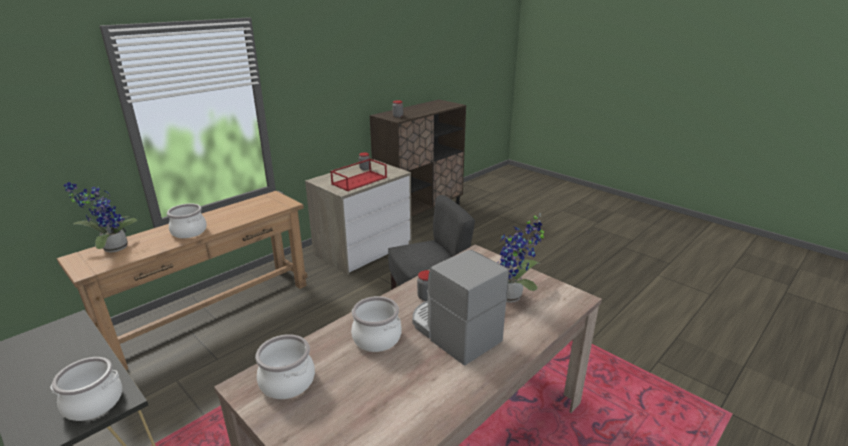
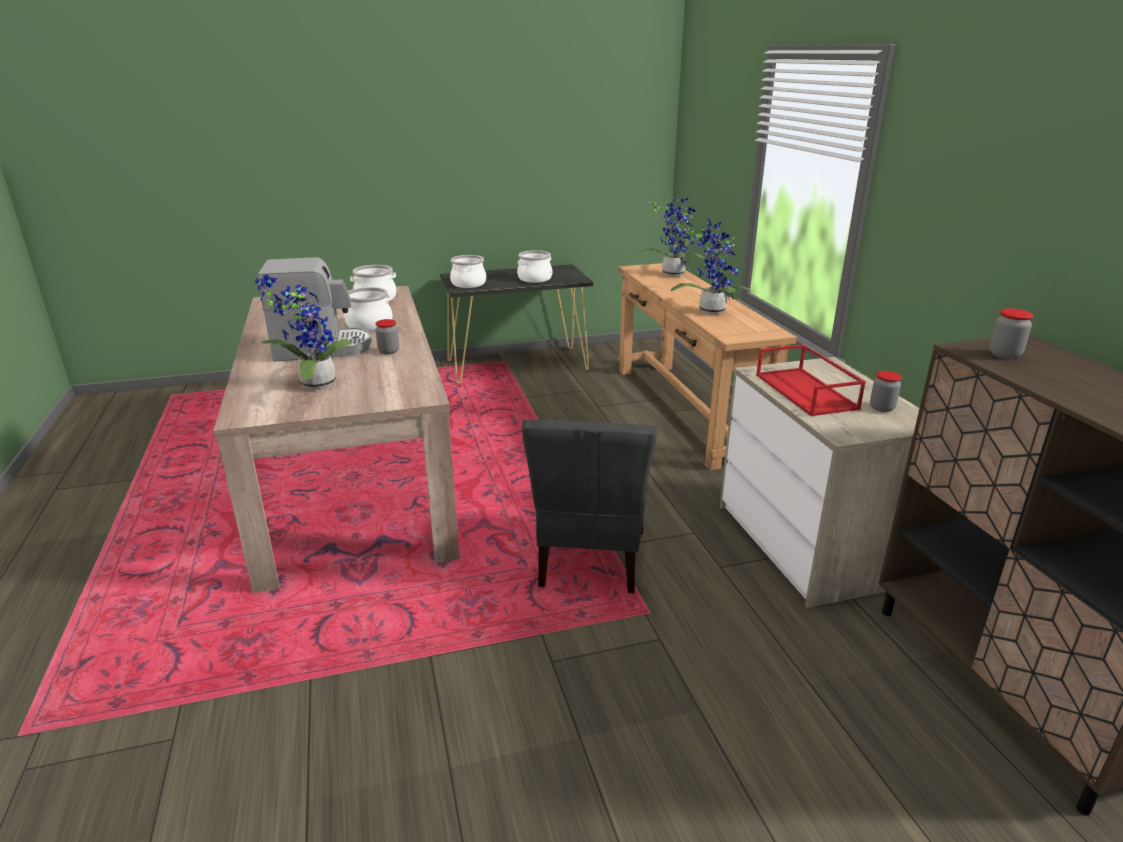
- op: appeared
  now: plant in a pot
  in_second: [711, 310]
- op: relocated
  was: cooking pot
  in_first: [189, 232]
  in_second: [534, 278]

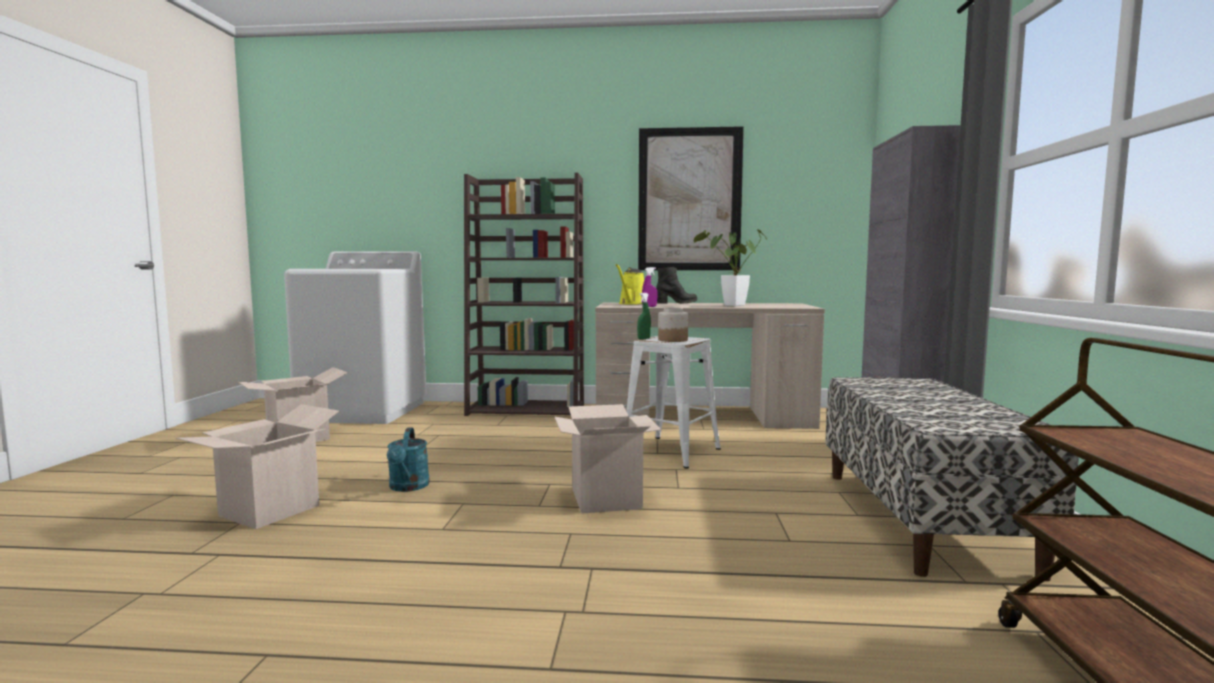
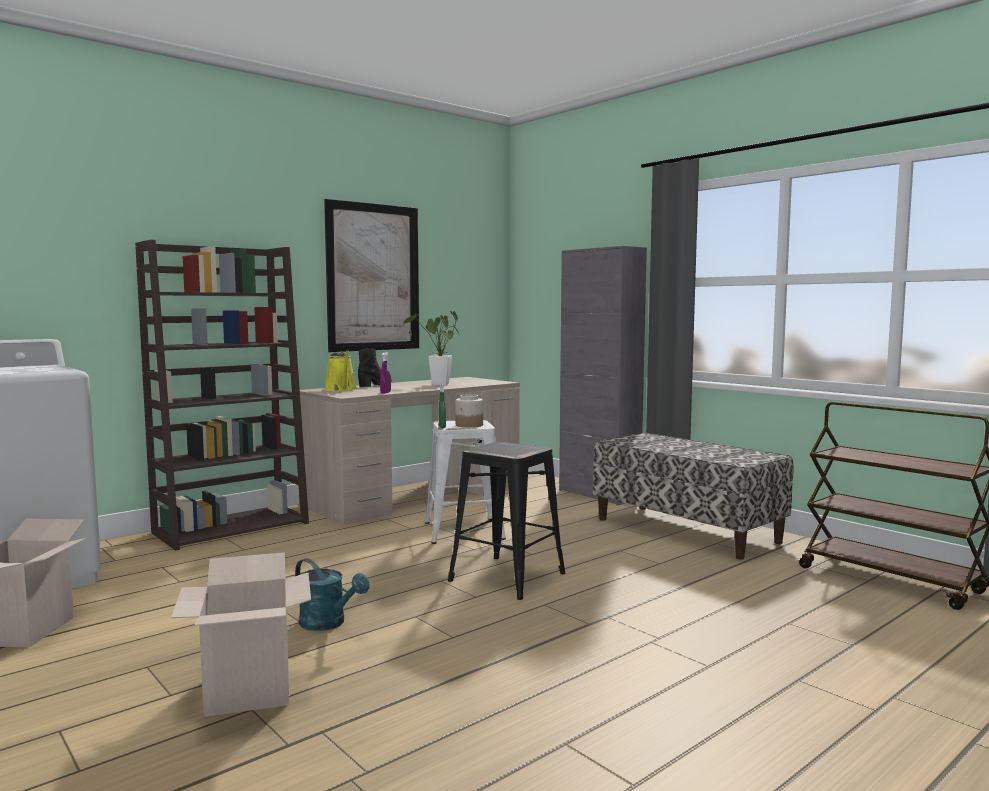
- op: exchanged
  was: cardboard box
  now: blackish sitting stool
  in_first: [606, 499]
  in_second: [508, 576]

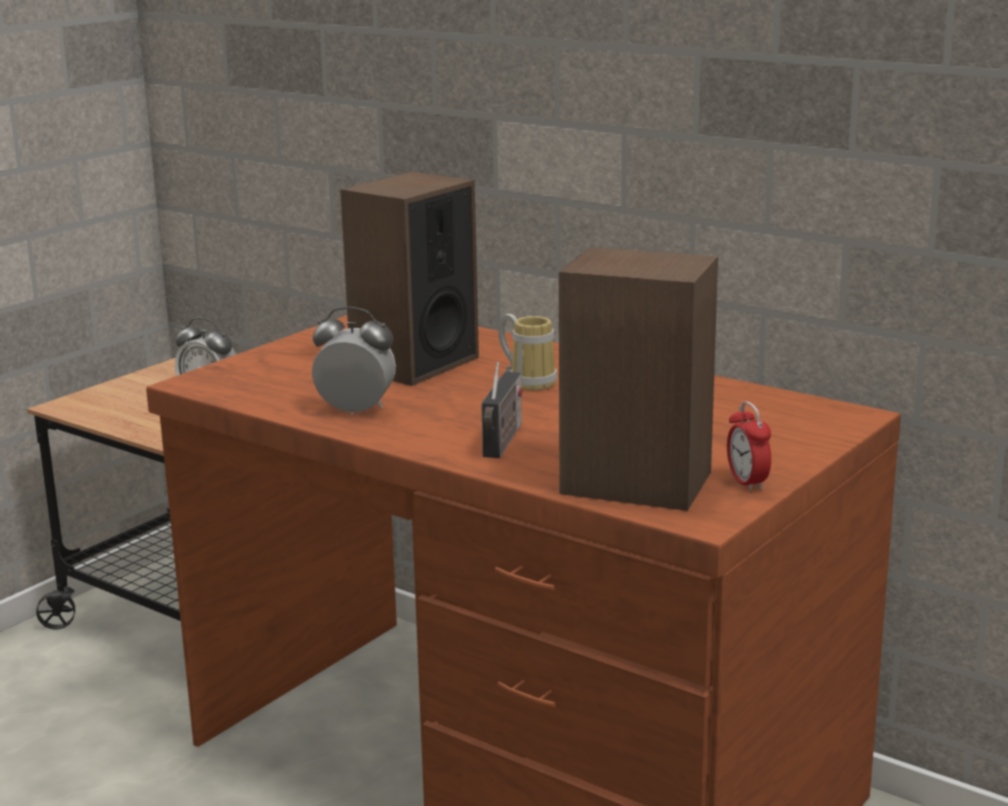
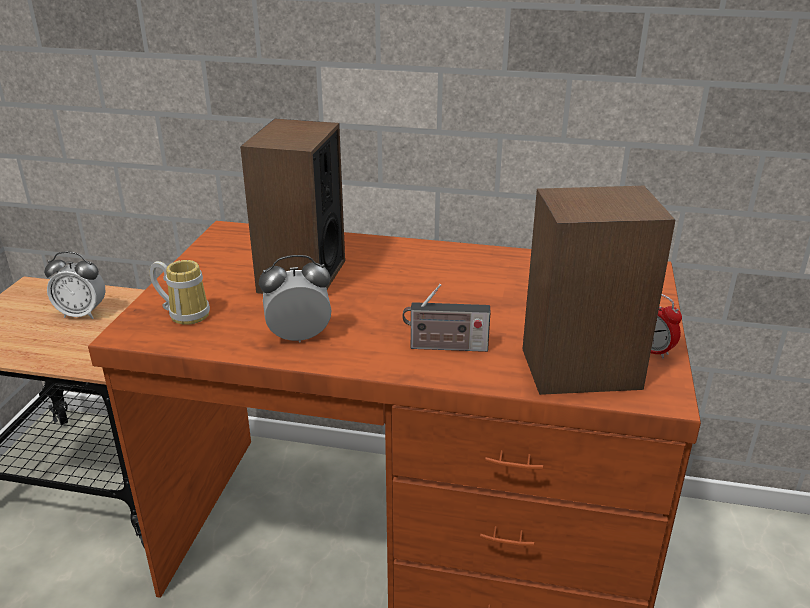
- op: relocated
  was: coffee mug
  in_first: [529, 381]
  in_second: [186, 313]
- op: spun
  was: radio
  in_first: [502, 442]
  in_second: [445, 347]
  clockwise: 105

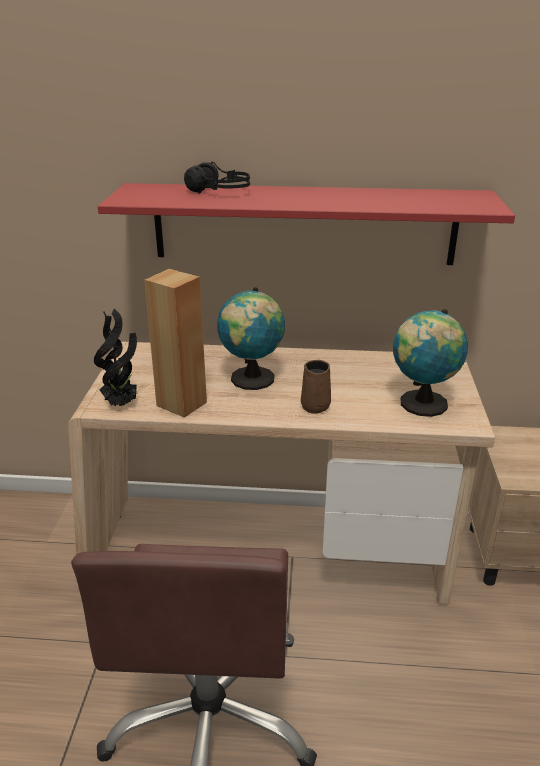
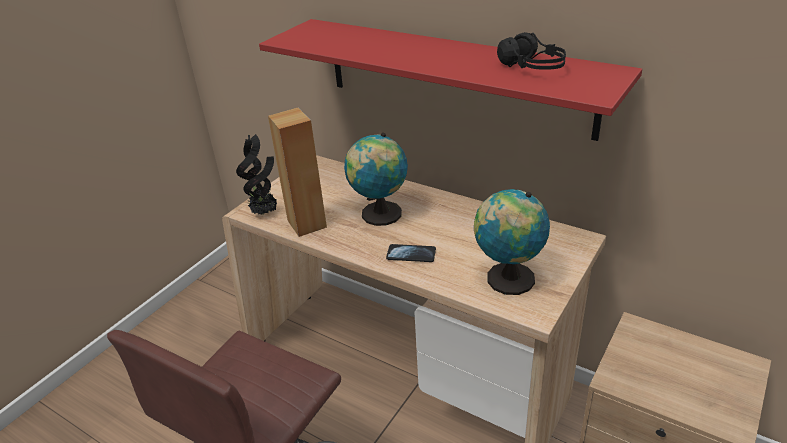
- op: relocated
  was: blackish headset
  in_first: [219, 192]
  in_second: [532, 67]
- op: exchanged
  was: brownish coffee mug
  now: telephone
  in_first: [316, 406]
  in_second: [411, 254]

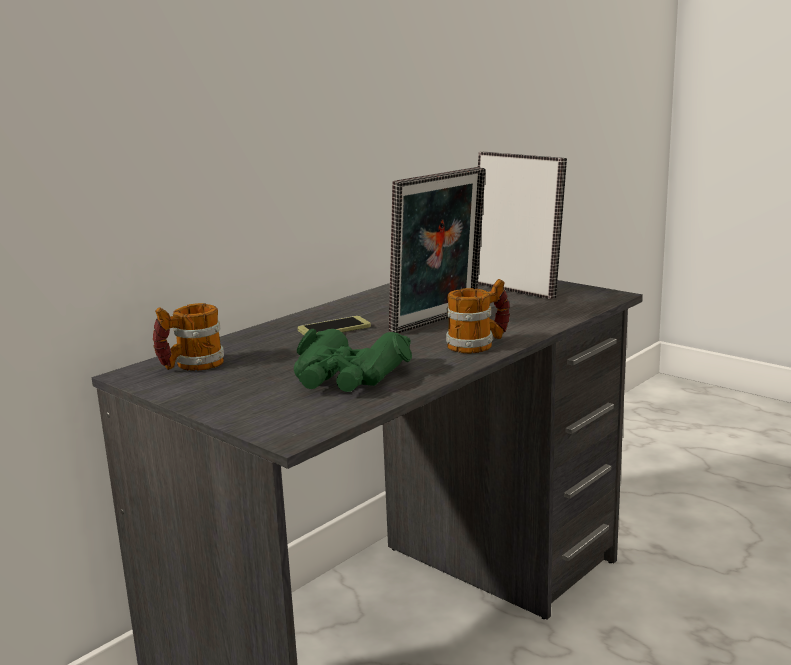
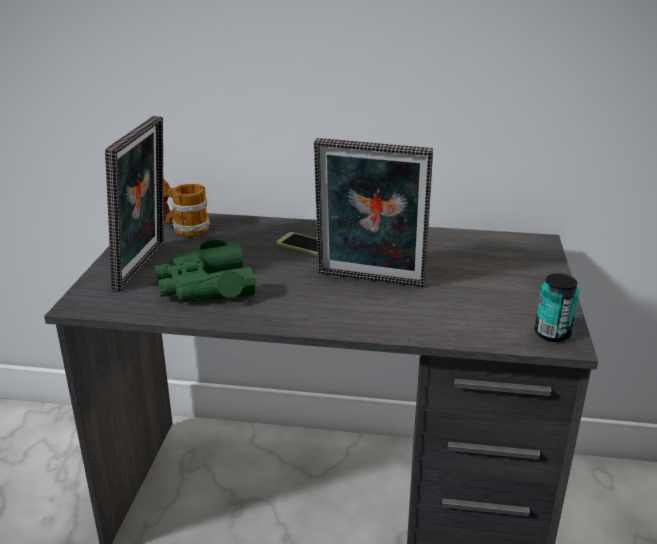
- op: missing
  was: coffee mug
  in_first: [478, 344]
- op: appeared
  now: can
  in_second: [552, 334]
- op: relocated
  was: photo frame
  in_first: [516, 289]
  in_second: [146, 266]

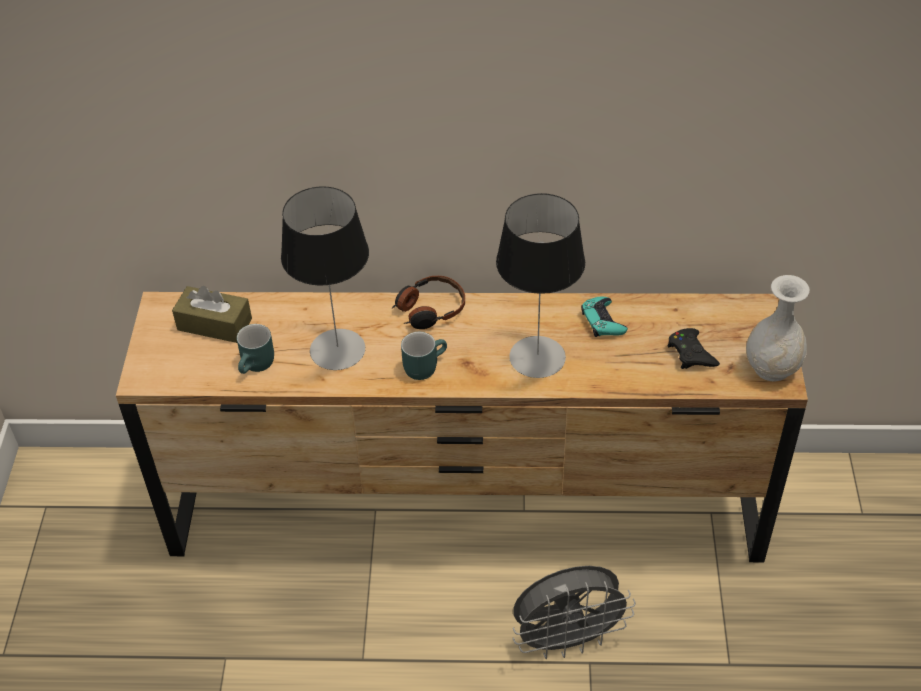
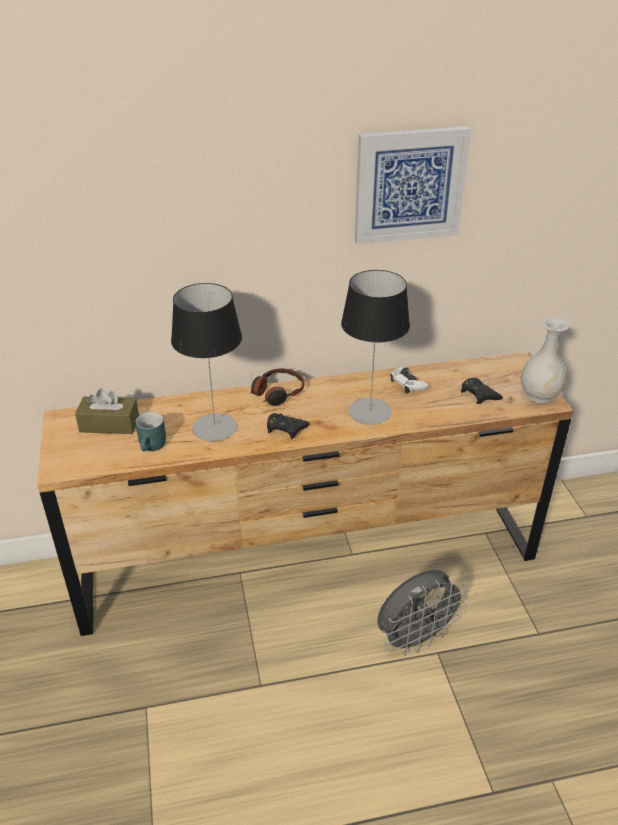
- op: appeared
  now: wall art
  in_second: [409, 185]
- op: exchanged
  was: turquoise coffee mug
  now: blackish gamepad
  in_first: [423, 365]
  in_second: [286, 428]
- op: colour
  was: turquoise gamepad
  now: white gamepad
  in_first: [603, 321]
  in_second: [408, 383]

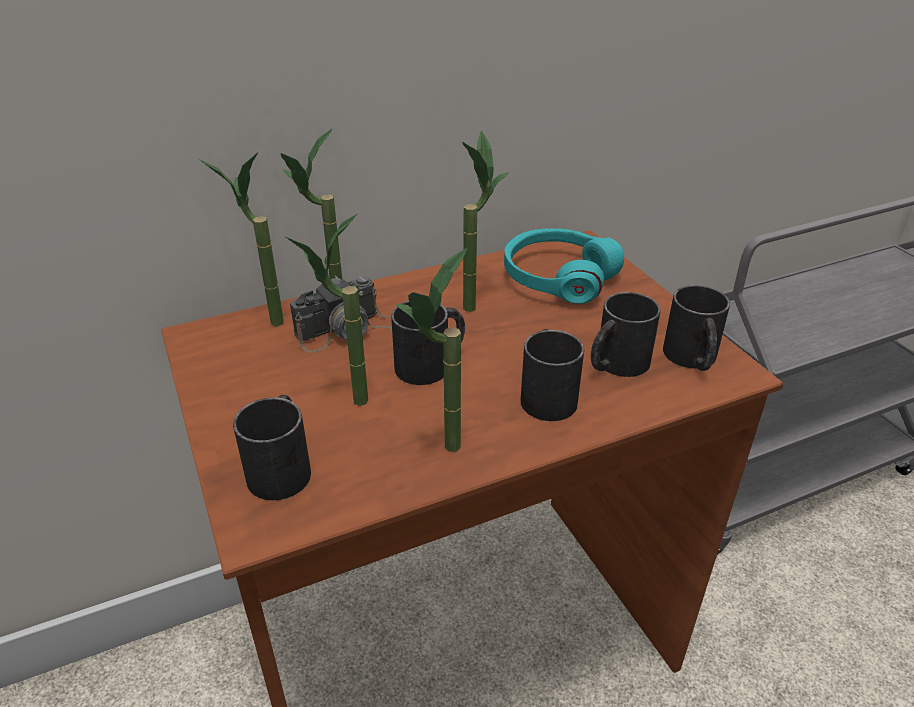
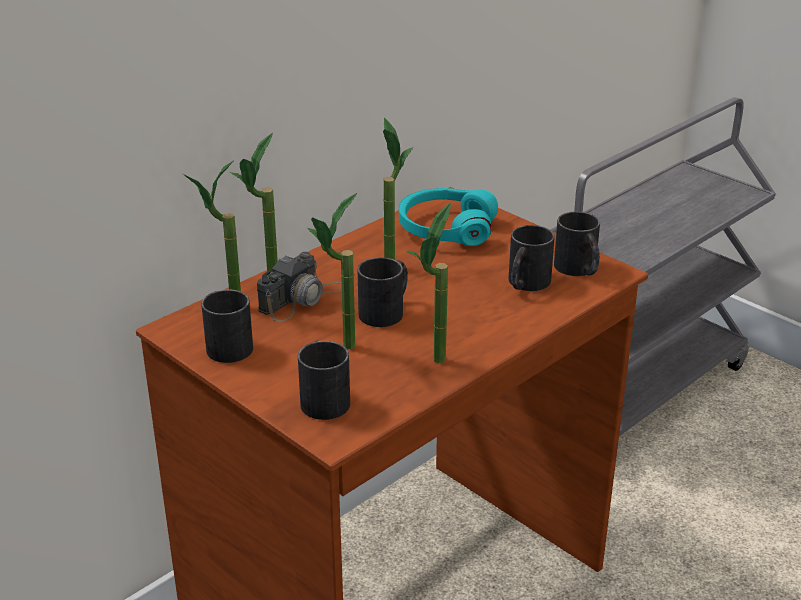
- op: relocated
  was: blackish coffee mug
  in_first: [546, 394]
  in_second: [226, 344]

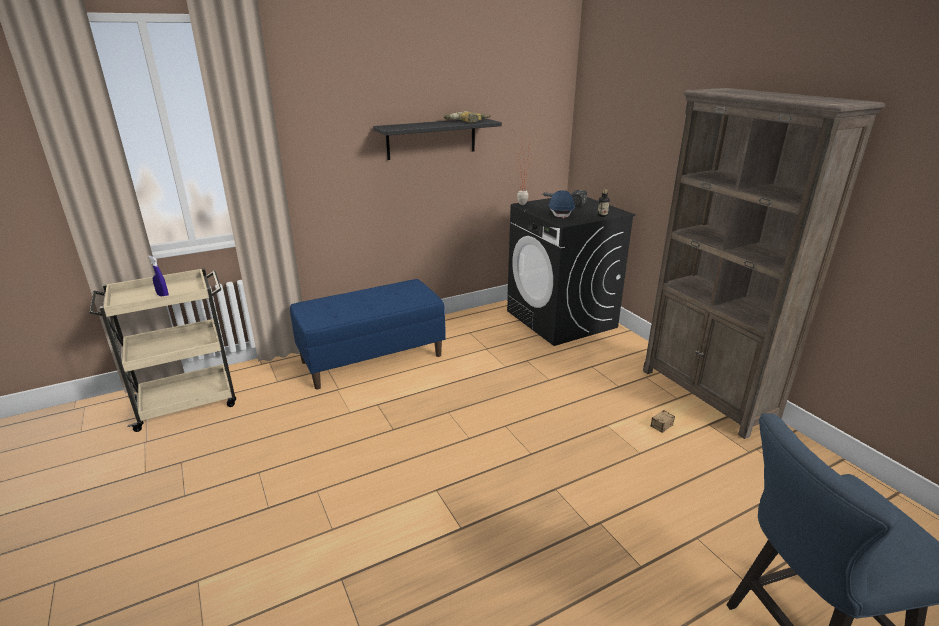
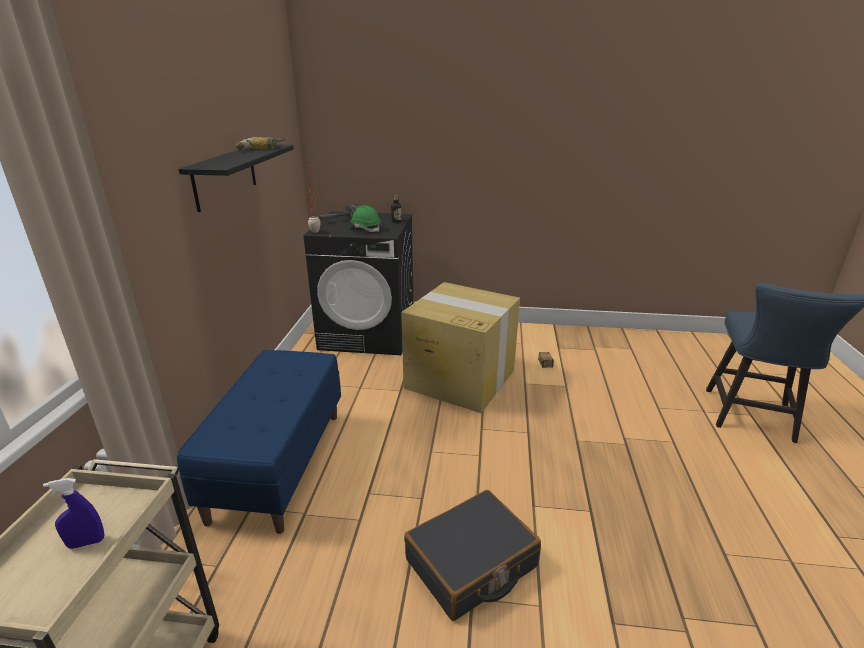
- op: missing
  was: brownish bookshelf
  in_first: [707, 395]
- op: appeared
  now: cardboard box
  in_second: [459, 379]
- op: appeared
  now: blackish piece of luggage
  in_second: [471, 564]
- op: colour
  was: blue-coloured hard hat
  now: green-coloured hard hat
  in_first: [561, 213]
  in_second: [365, 229]

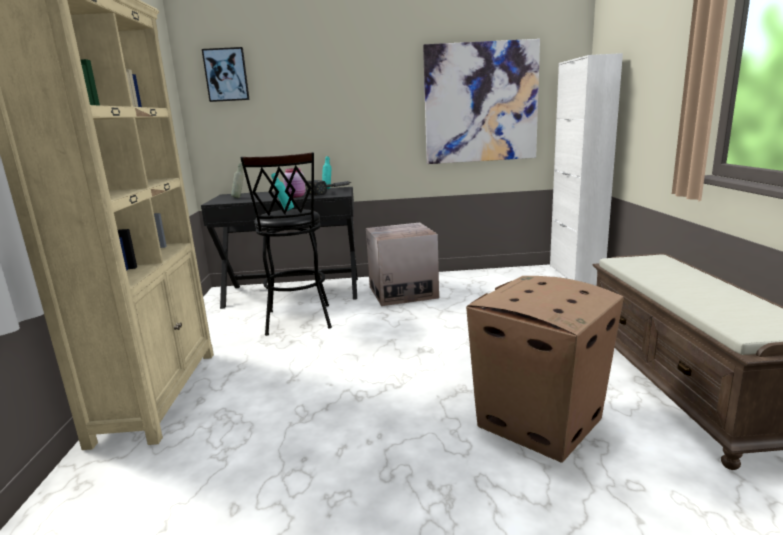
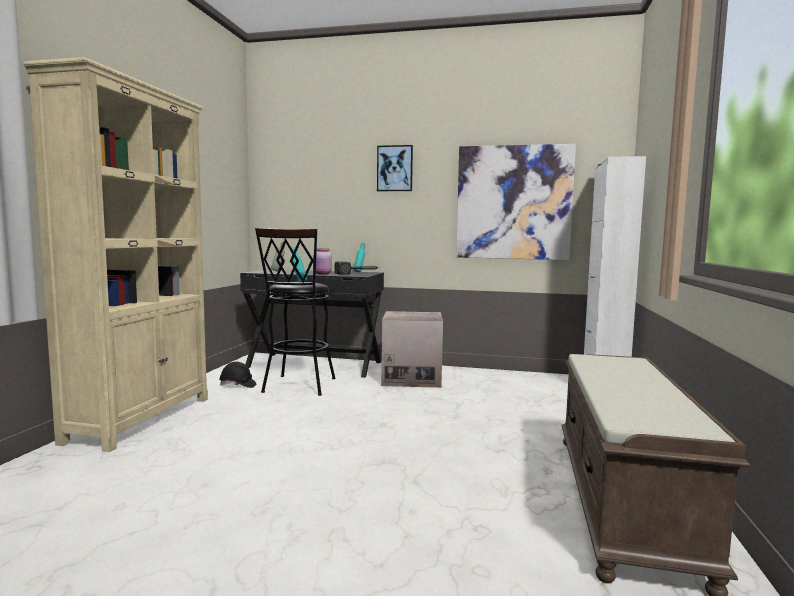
- op: missing
  was: cardboard box
  in_first: [538, 423]
- op: appeared
  now: blackish hard hat
  in_second: [237, 385]
- op: relocated
  was: wall art
  in_first: [226, 75]
  in_second: [395, 168]

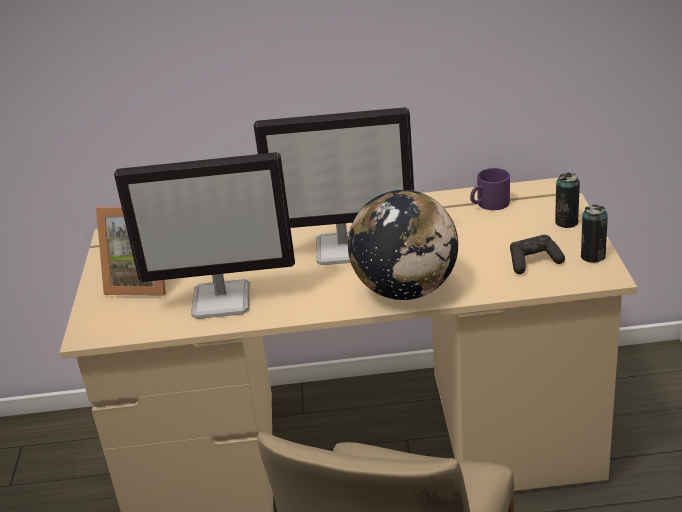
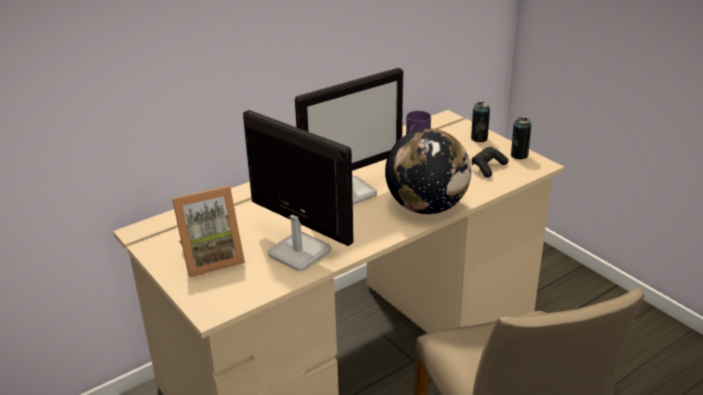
- op: spun
  was: computer display
  in_first: [223, 300]
  in_second: [298, 252]
  clockwise: -105

